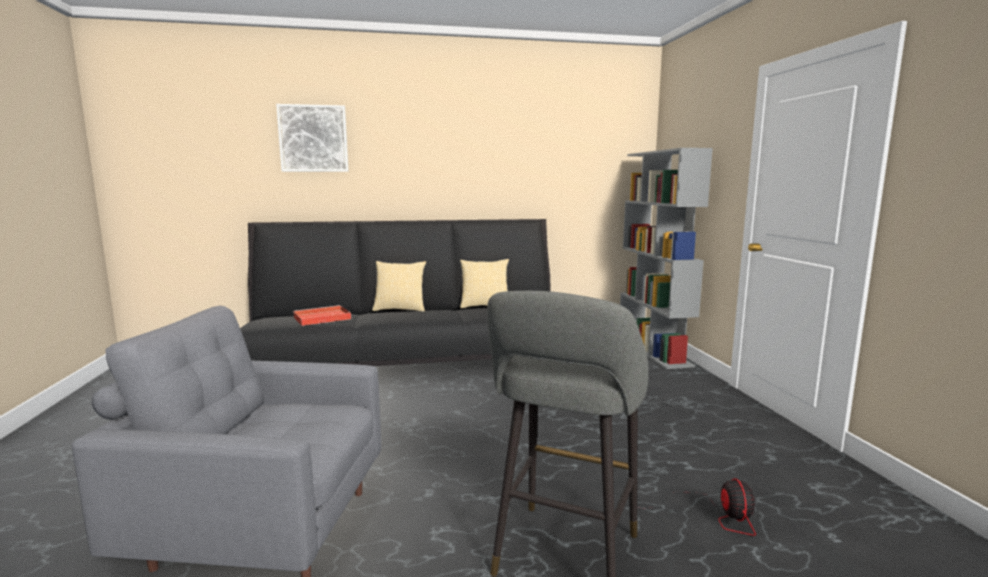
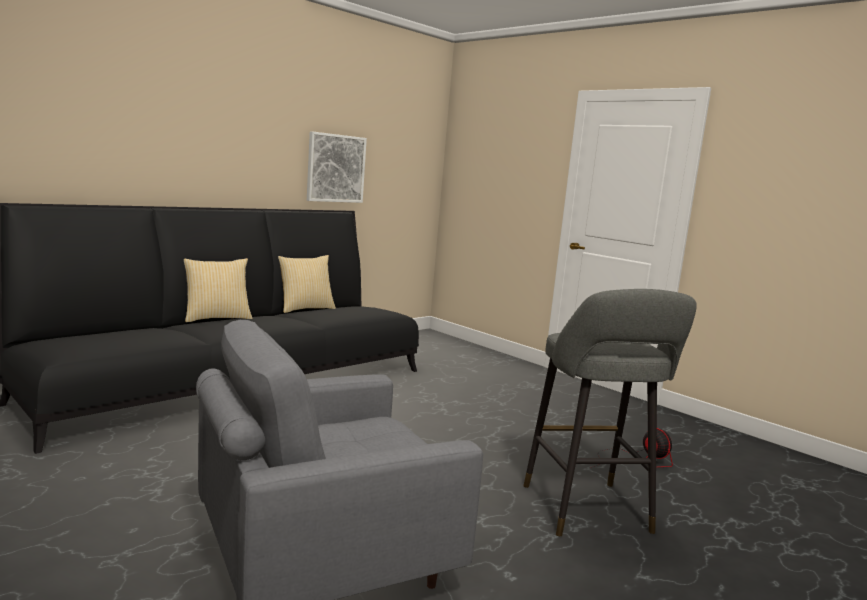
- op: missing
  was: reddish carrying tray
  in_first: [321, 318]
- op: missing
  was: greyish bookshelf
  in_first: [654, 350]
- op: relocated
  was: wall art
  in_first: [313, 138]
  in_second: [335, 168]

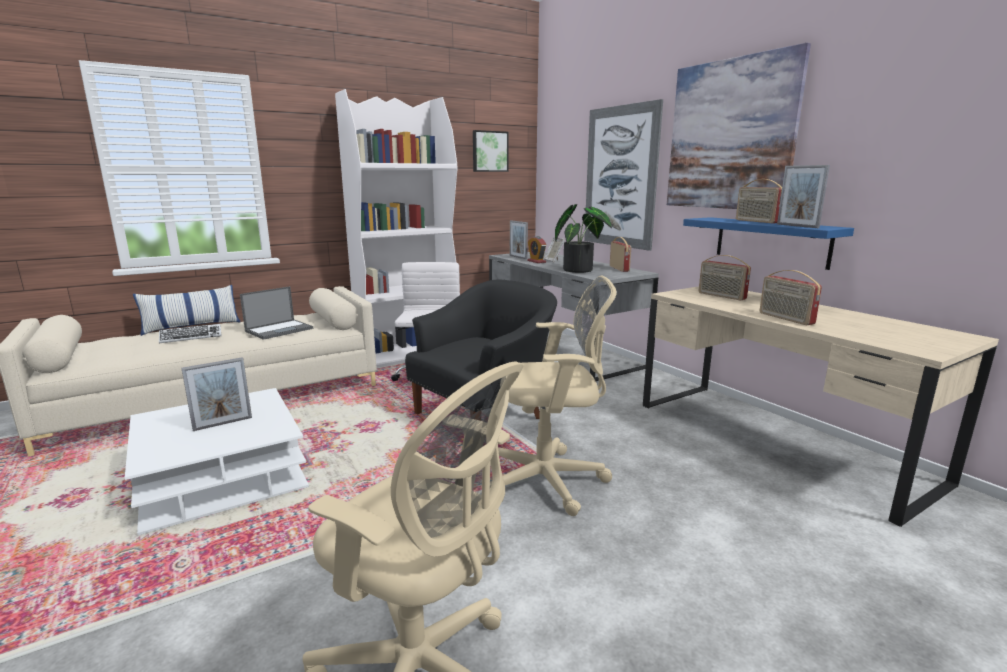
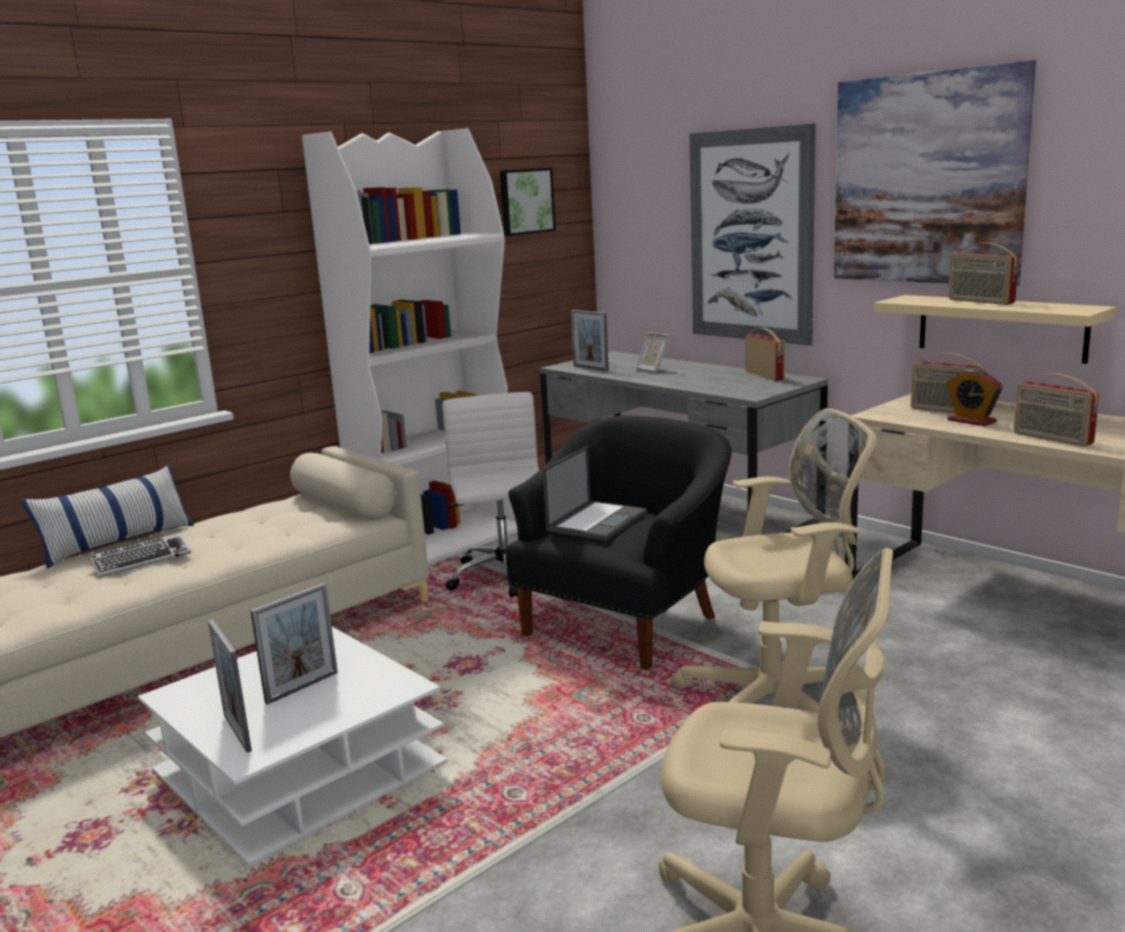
- op: missing
  was: plant in a pot
  in_first: [581, 270]
- op: relocated
  was: laptop
  in_first: [280, 330]
  in_second: [597, 521]
- op: relocated
  was: alarm clock
  in_first: [536, 261]
  in_second: [971, 421]
- op: relocated
  was: photo frame
  in_first: [797, 226]
  in_second: [237, 732]
- op: colour
  was: blue-coloured shelf
  now: beige shelf
  in_first: [771, 241]
  in_second: [1000, 327]

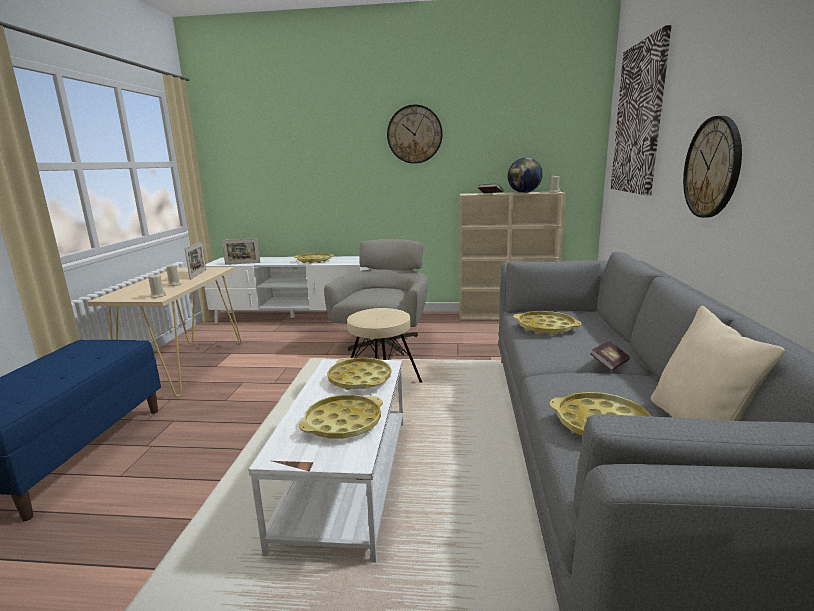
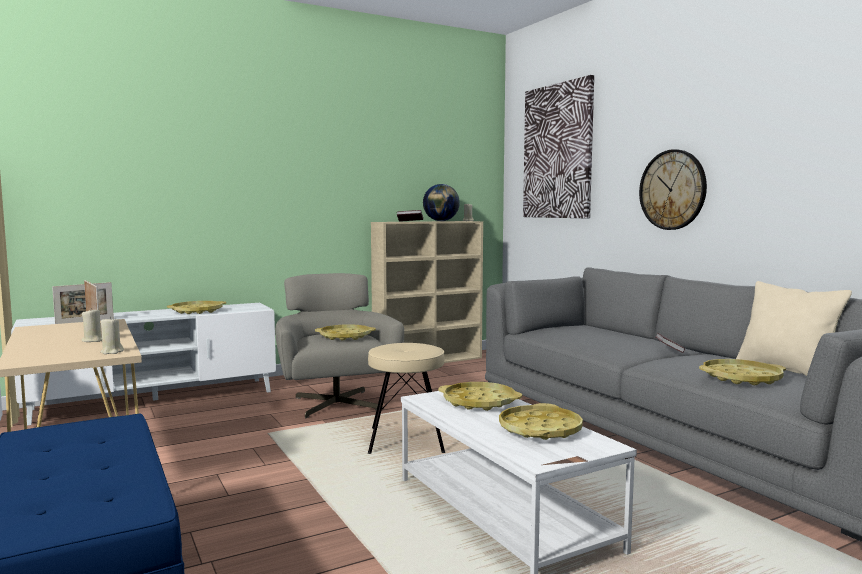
- op: missing
  was: clock on the wall
  in_first: [414, 134]
- op: relocated
  was: yellow carrying tray
  in_first: [546, 327]
  in_second: [345, 336]

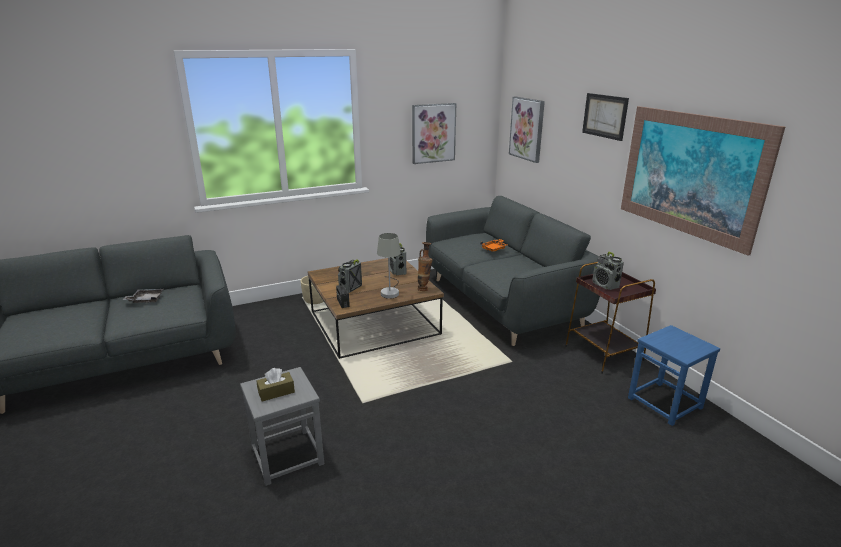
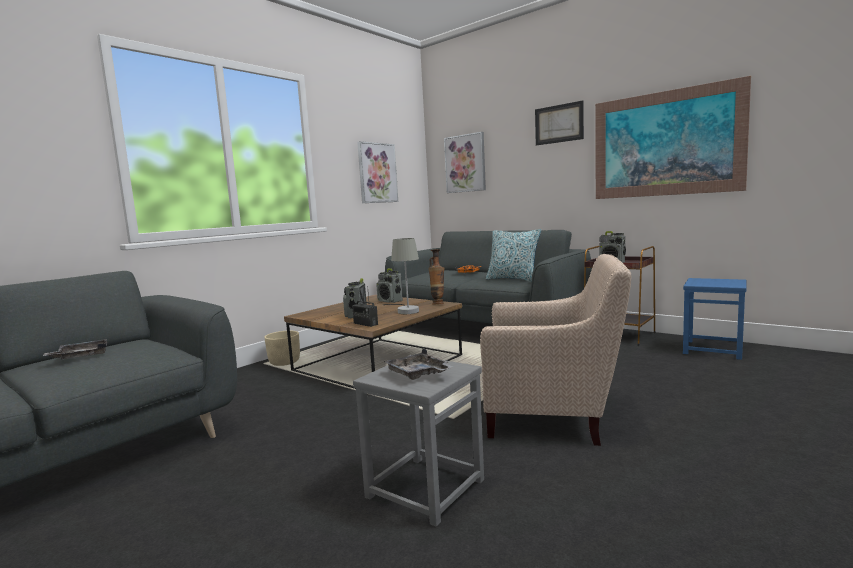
- op: appeared
  now: beige lounge chair
  in_second: [553, 416]
- op: appeared
  now: cushion
  in_second: [513, 279]
- op: exchanged
  was: brownish tissue box
  now: greyish carrying tray
  in_first: [276, 392]
  in_second: [418, 374]

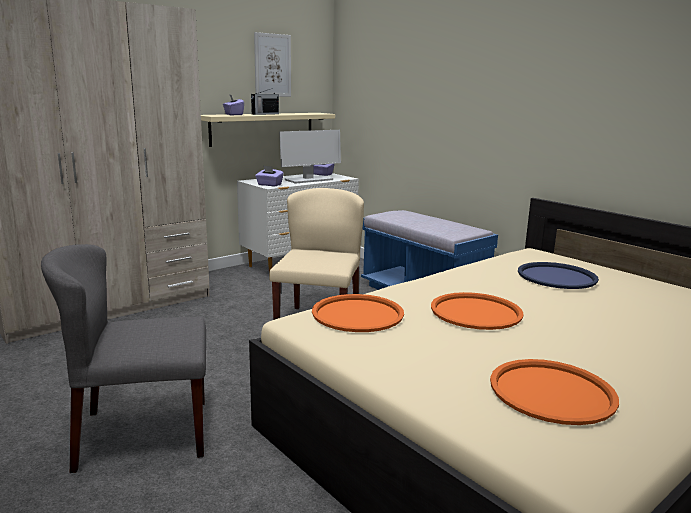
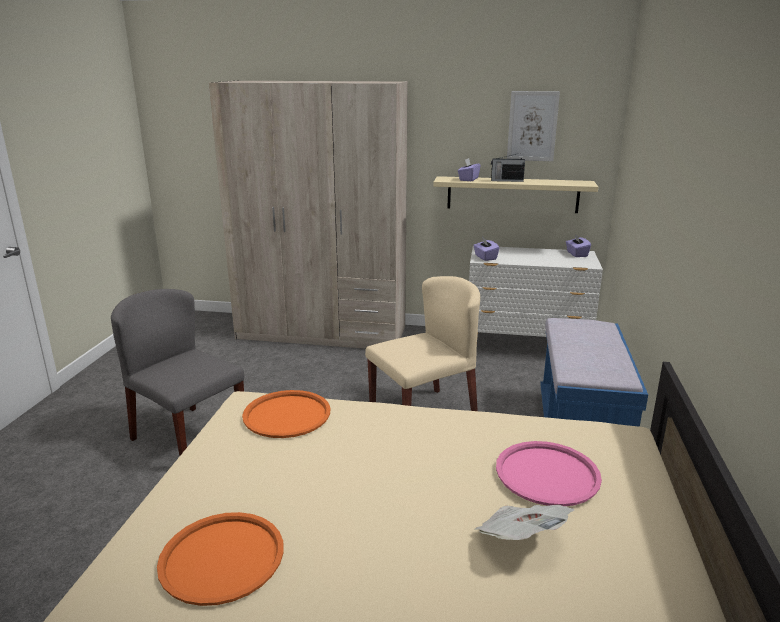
- op: missing
  was: computer display
  in_first: [308, 180]
- op: missing
  was: orangey carrying tray
  in_first: [475, 312]
- op: appeared
  now: newspaper
  in_second: [520, 539]
- op: colour
  was: blue-coloured carrying tray
  now: pink-coloured carrying tray
  in_first: [556, 277]
  in_second: [547, 474]

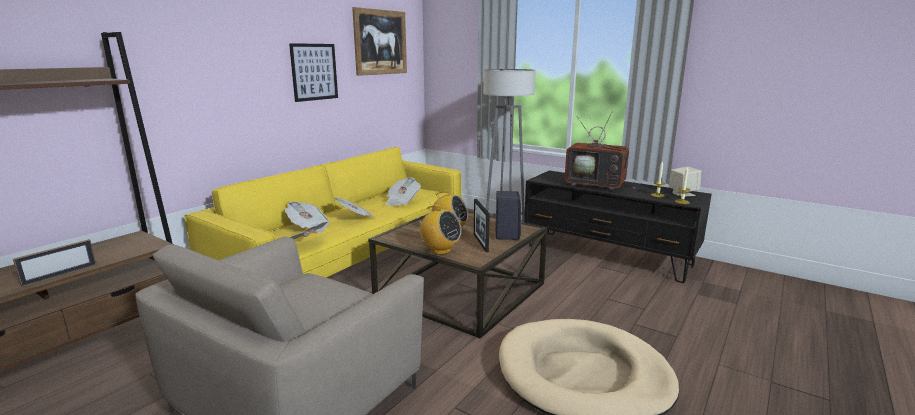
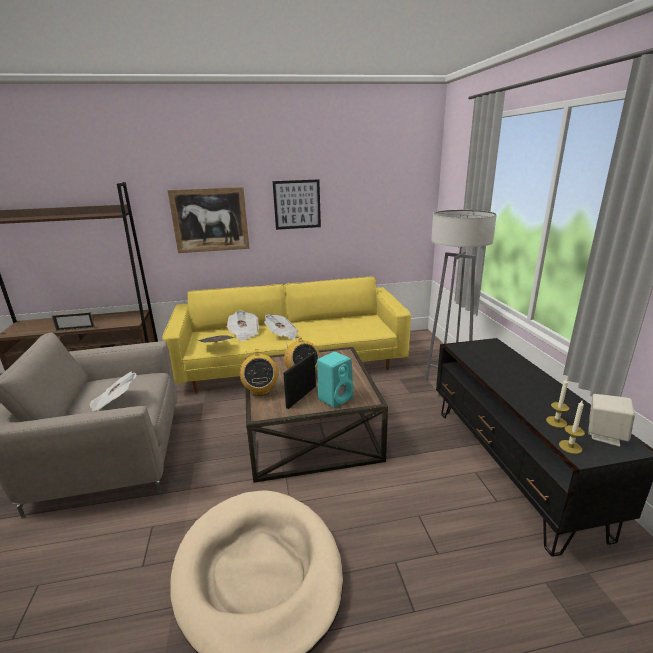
- op: missing
  was: TV
  in_first: [597, 185]
- op: relocated
  was: wall art
  in_first: [380, 42]
  in_second: [210, 220]
- op: relocated
  was: newspaper
  in_first: [402, 201]
  in_second: [114, 403]
- op: colour
  was: blackish loudspeaker
  now: turquoise loudspeaker
  in_first: [506, 235]
  in_second: [336, 398]

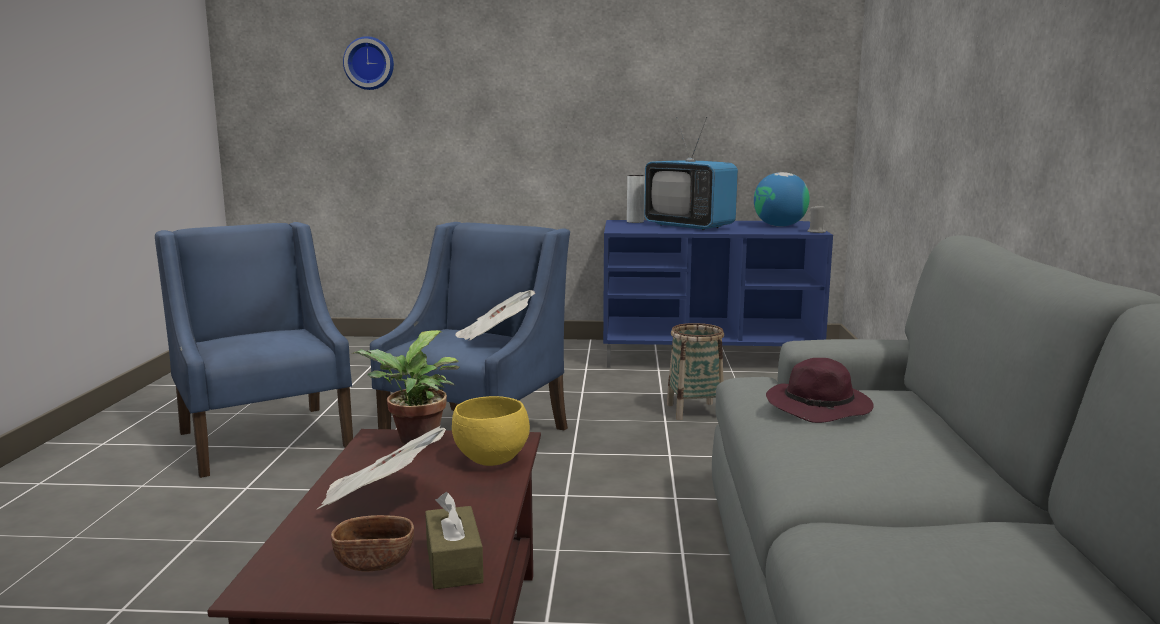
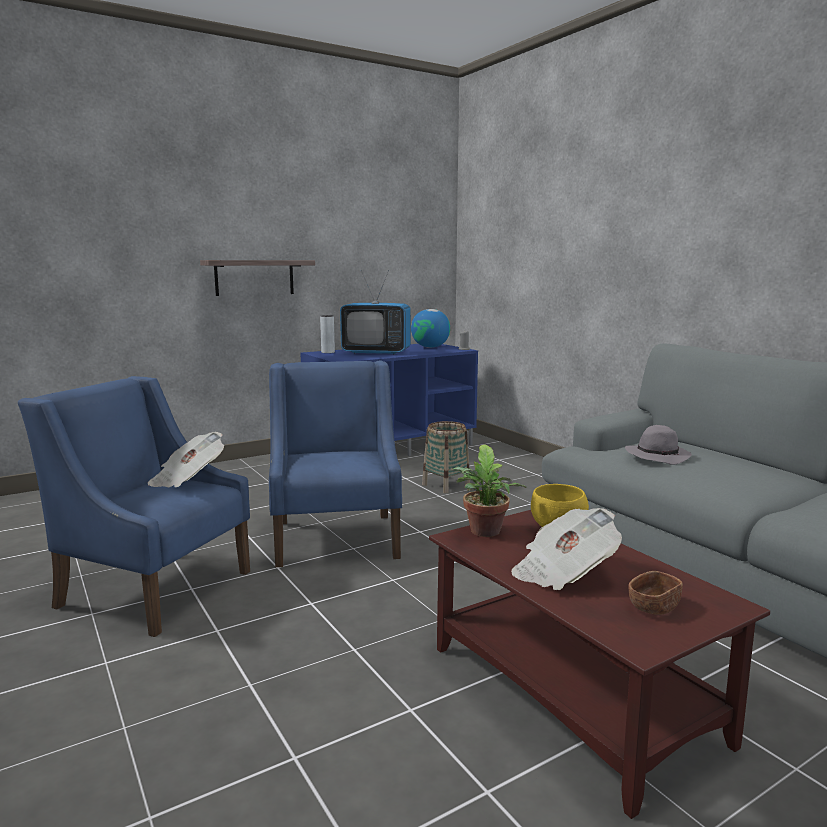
- op: missing
  was: clock on the wall
  in_first: [369, 63]
- op: missing
  was: brownish tissue box
  in_first: [454, 563]
- op: appeared
  now: shelf
  in_second: [254, 277]
- op: relocated
  was: newspaper
  in_first: [494, 336]
  in_second: [188, 479]
- op: colour
  was: purplish wearable hat
  now: greyish wearable hat
  in_first: [820, 408]
  in_second: [658, 456]

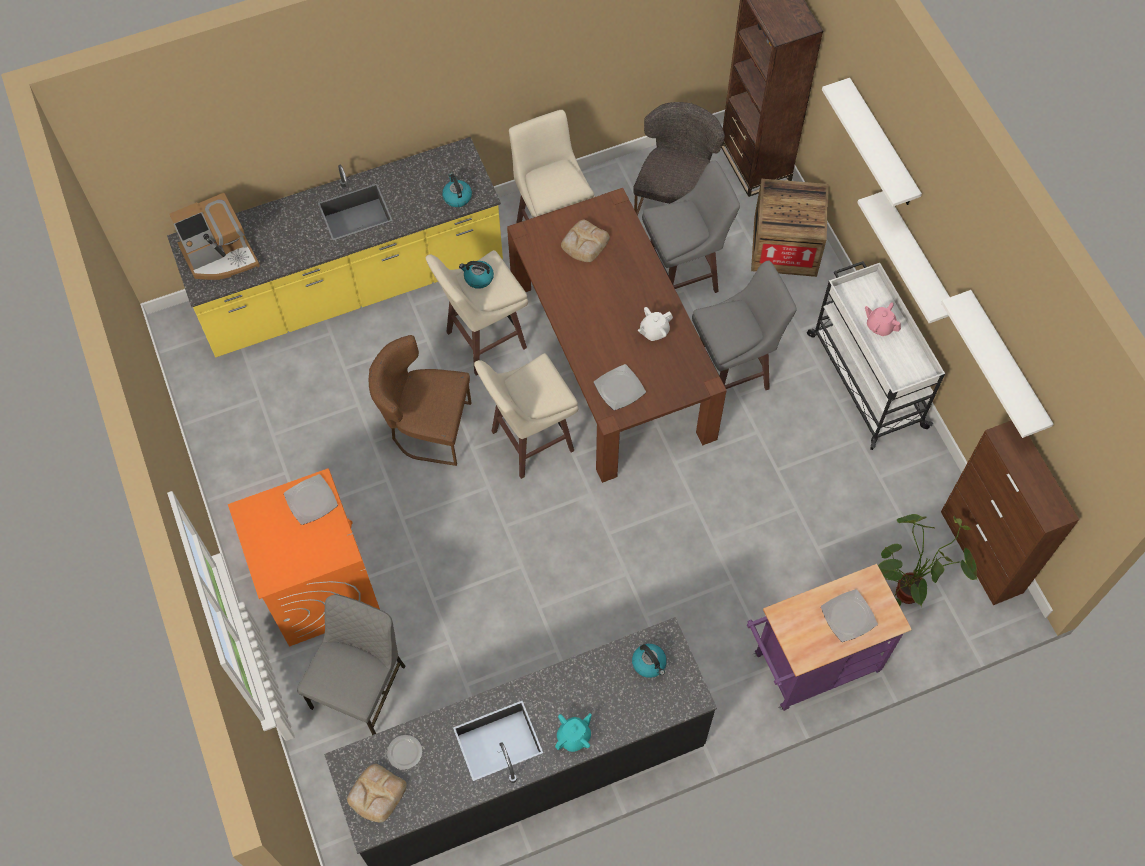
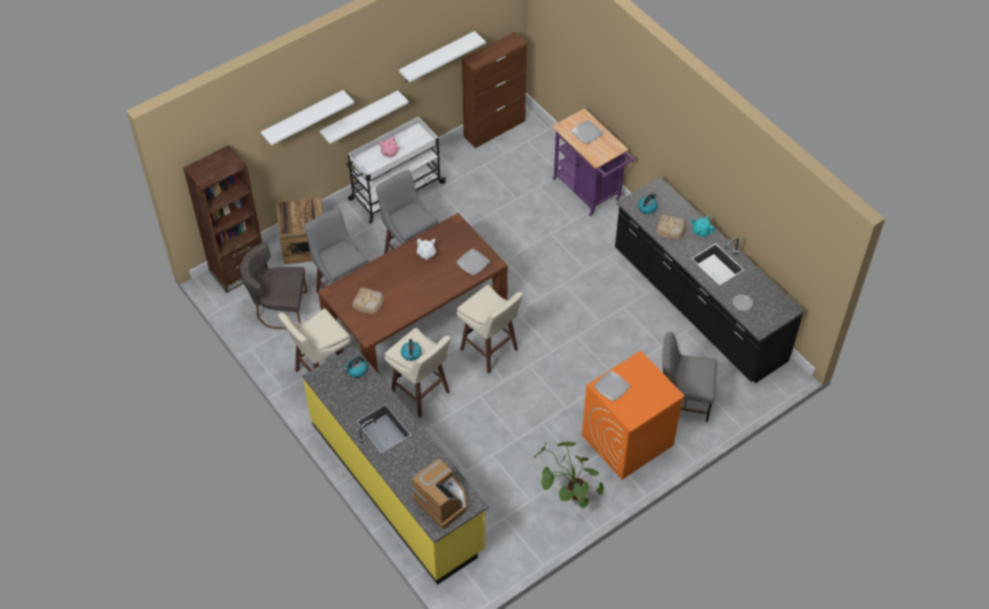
- op: missing
  was: brownish plain chair
  in_first: [426, 428]
- op: relocated
  was: baked bread
  in_first: [376, 794]
  in_second: [671, 229]
- op: relocated
  was: plant in a pot
  in_first: [910, 582]
  in_second: [567, 493]

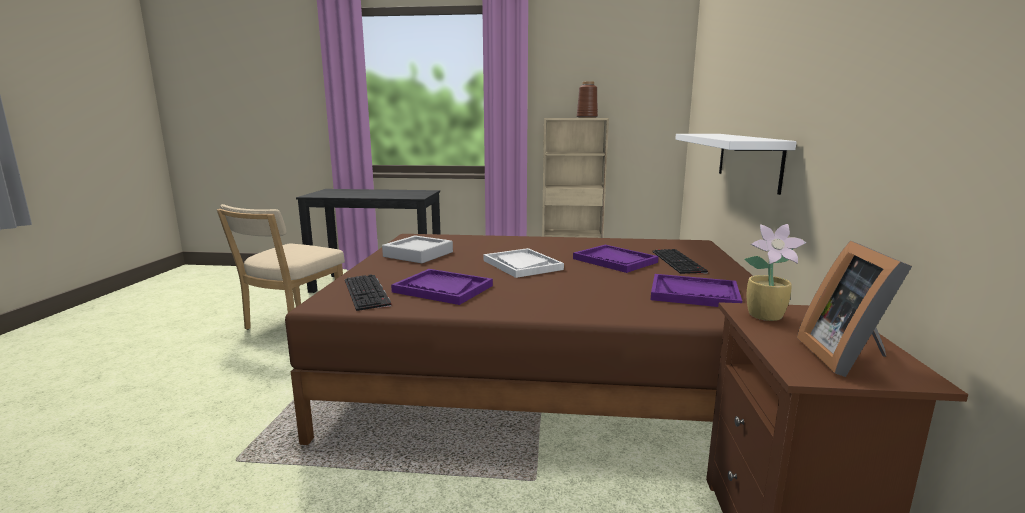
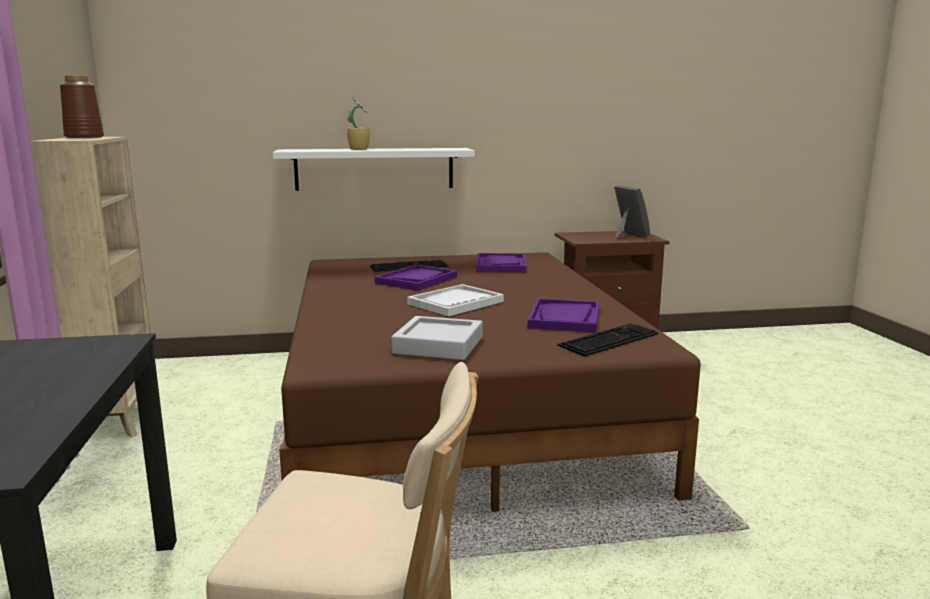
- op: relocated
  was: plant in a pot
  in_first: [767, 316]
  in_second: [359, 149]
- op: spun
  was: photo frame
  in_first: [848, 357]
  in_second: [627, 235]
  clockwise: -105

